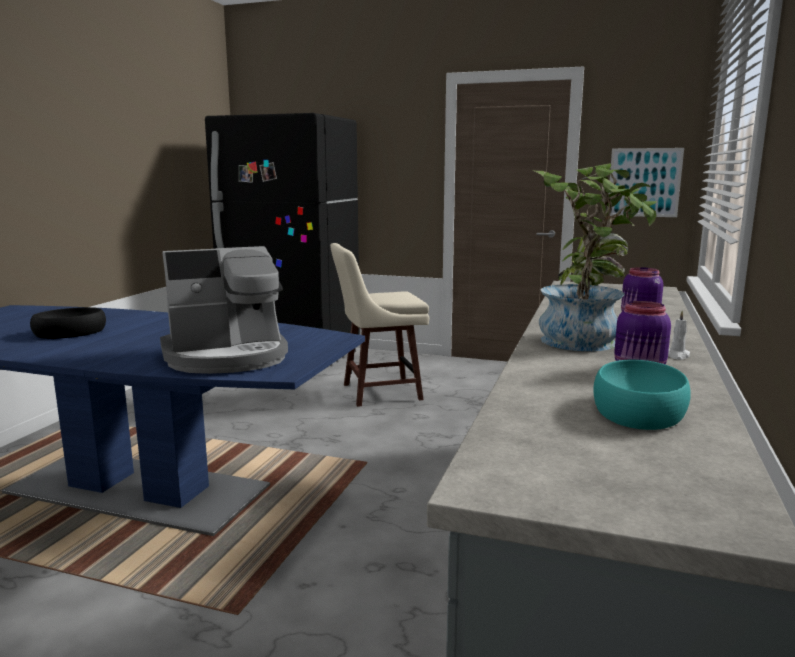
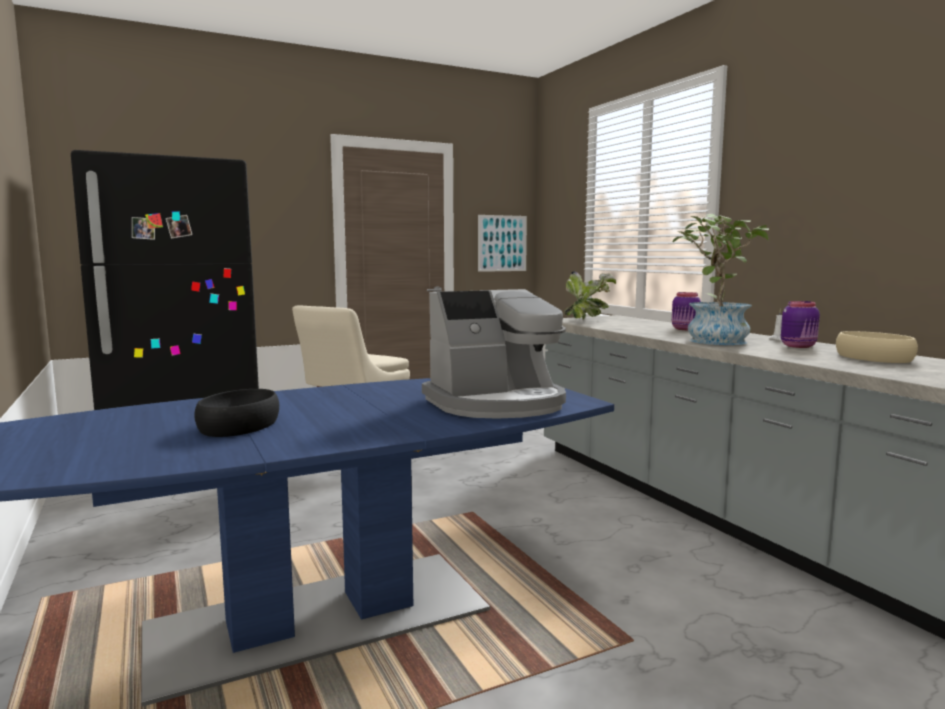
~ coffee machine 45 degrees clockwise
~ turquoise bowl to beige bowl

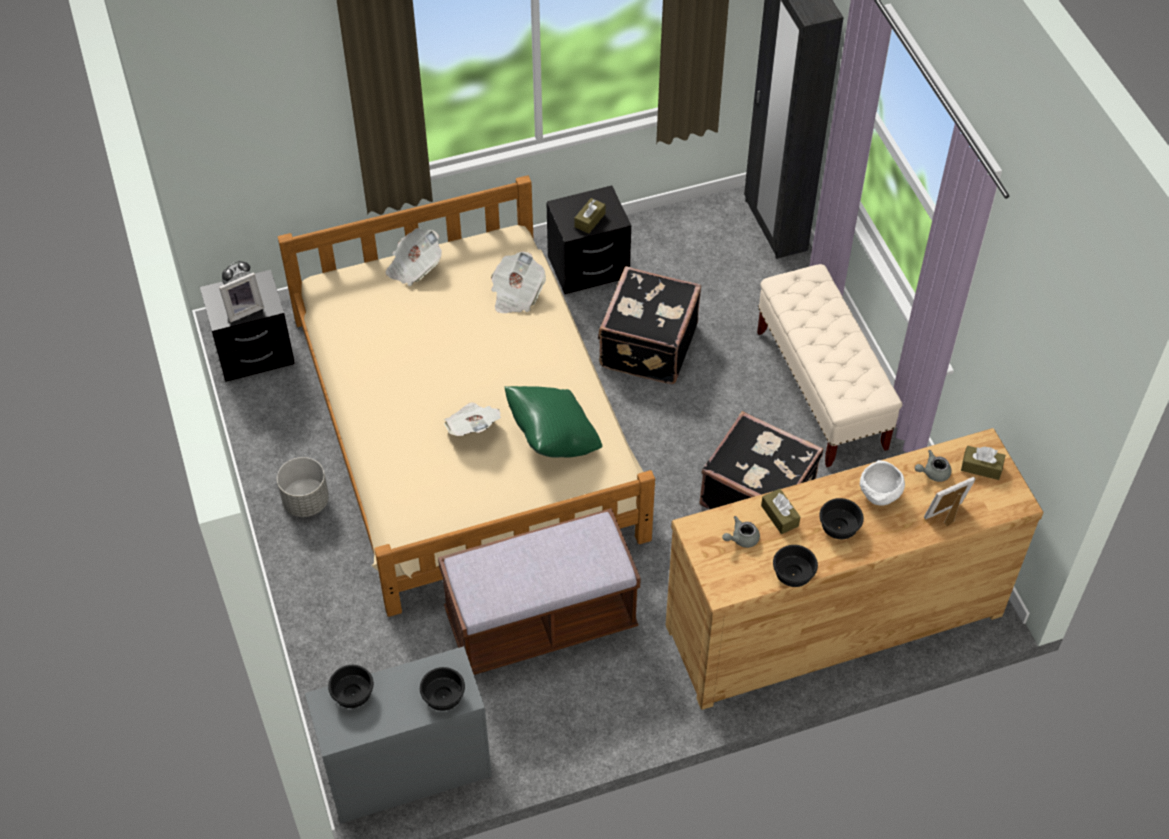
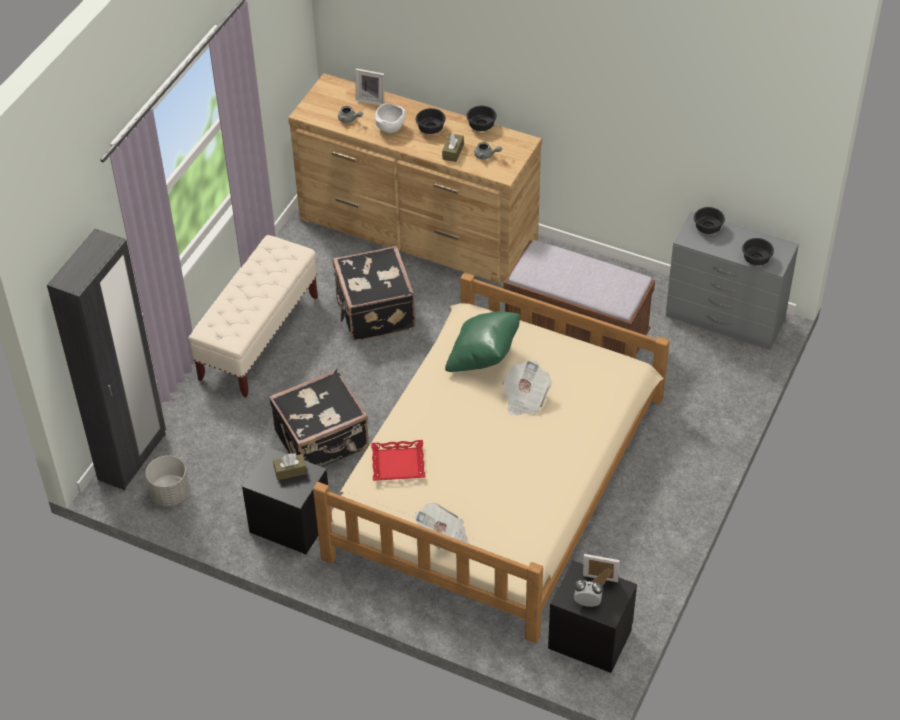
~ grey planter
~ newspaper (3rd from left) to red tray
- brown tissue box (3rd from left)

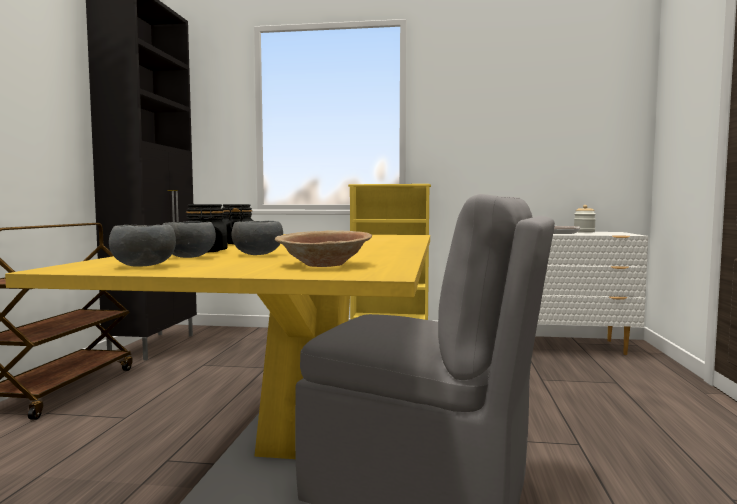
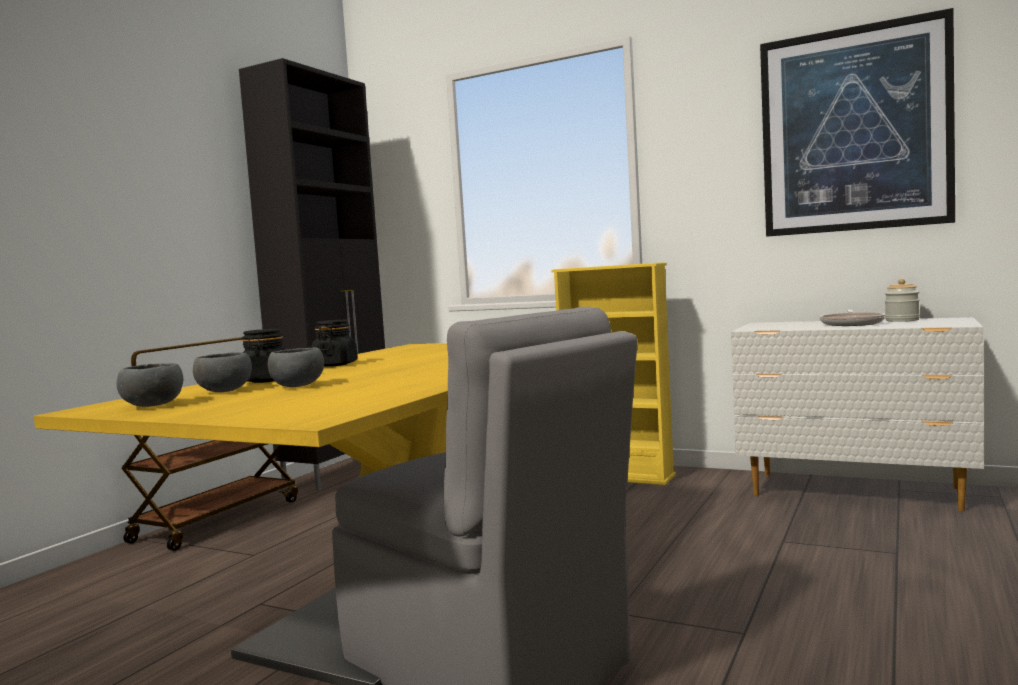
- brown bowl
+ picture

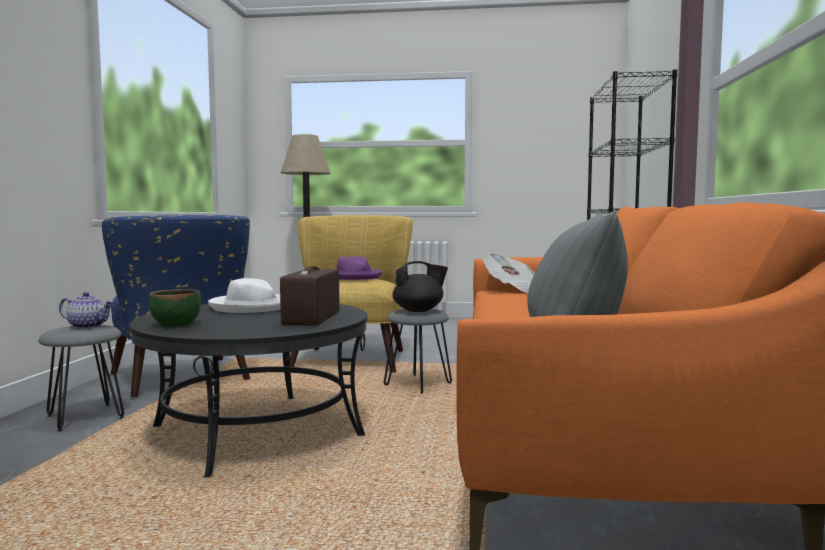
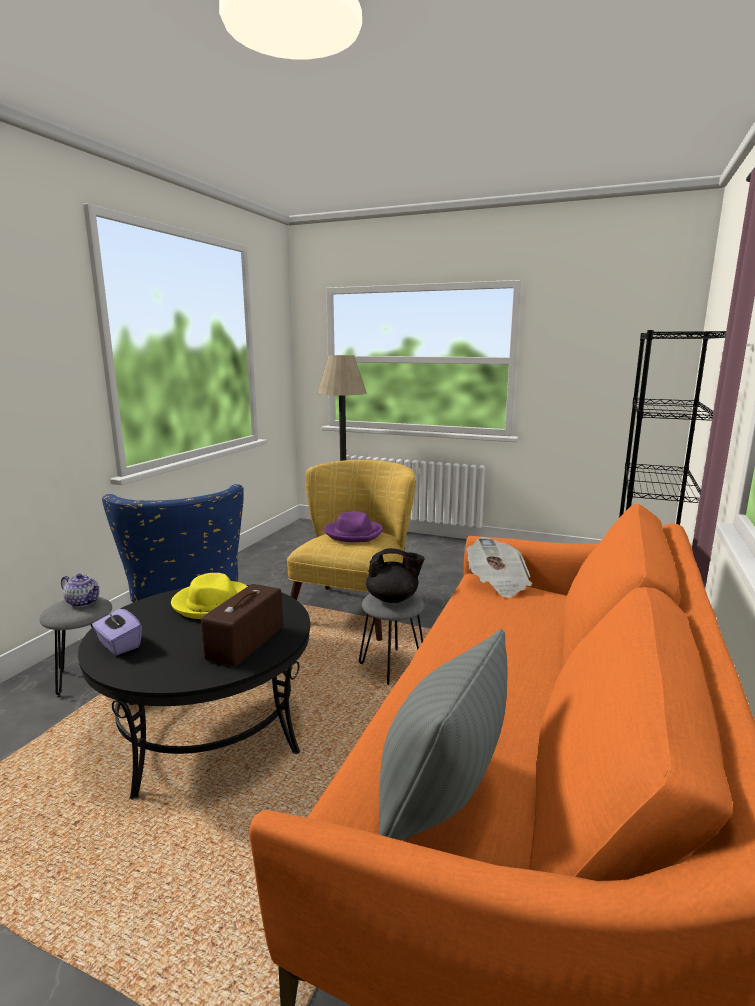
~ green bowl to purple tissue box
~ white hat to yellow hat

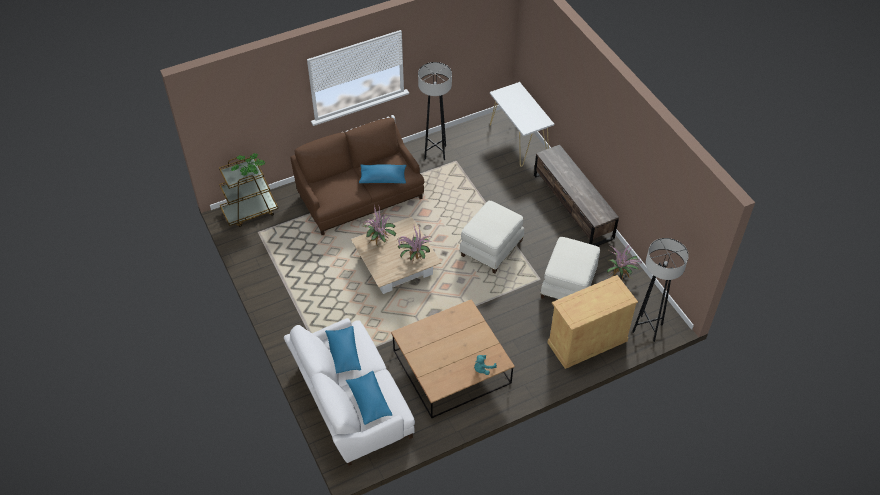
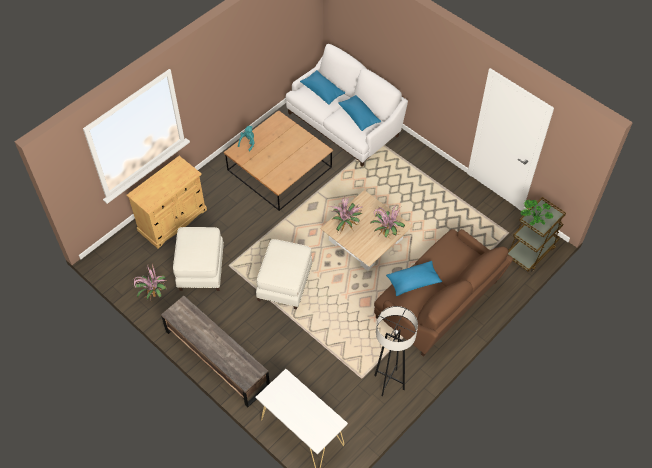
- grey floor lamp (2nd from left)

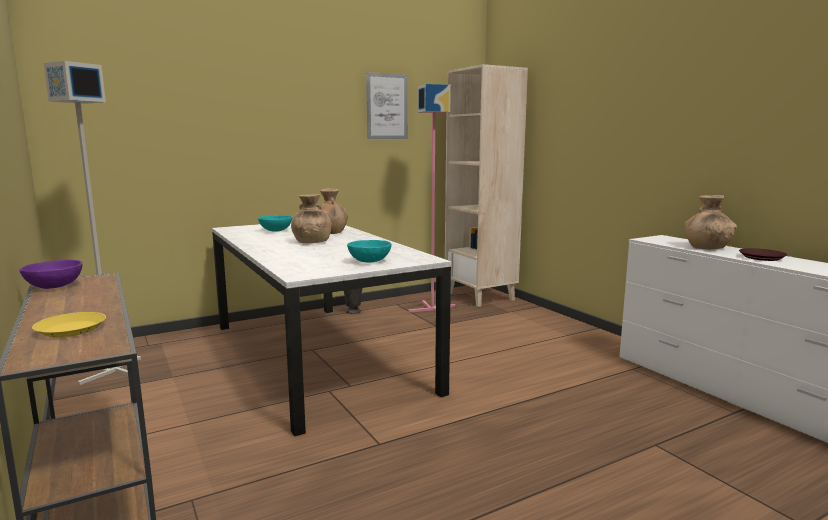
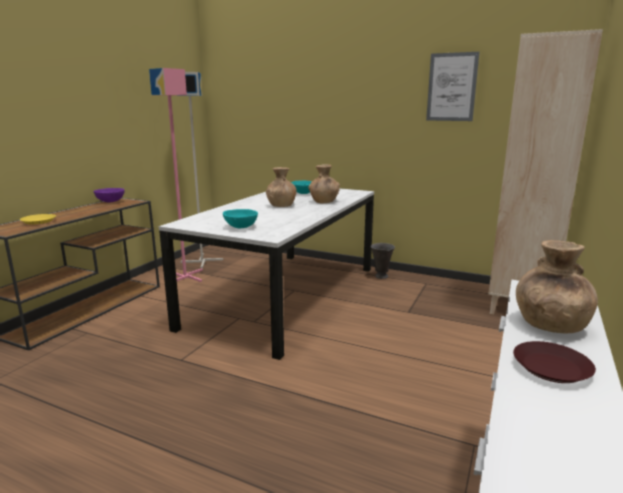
~ pink floor lamp

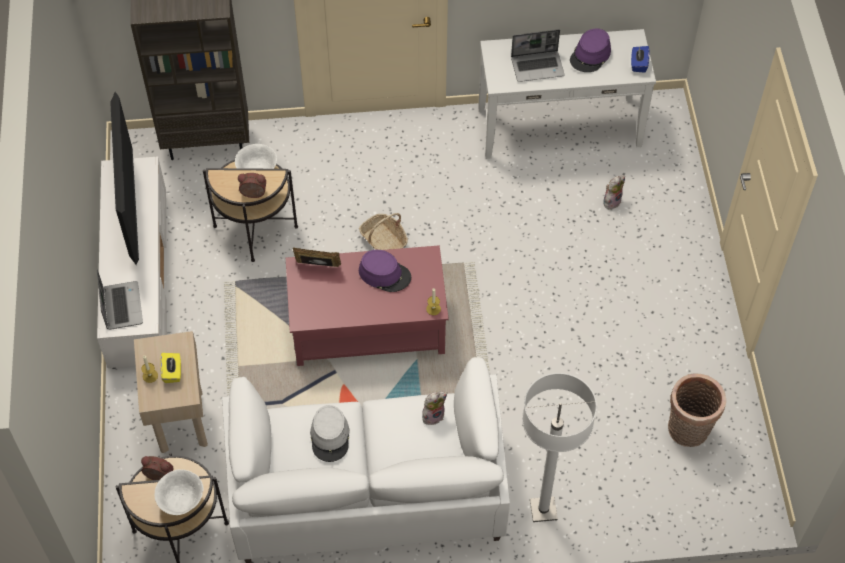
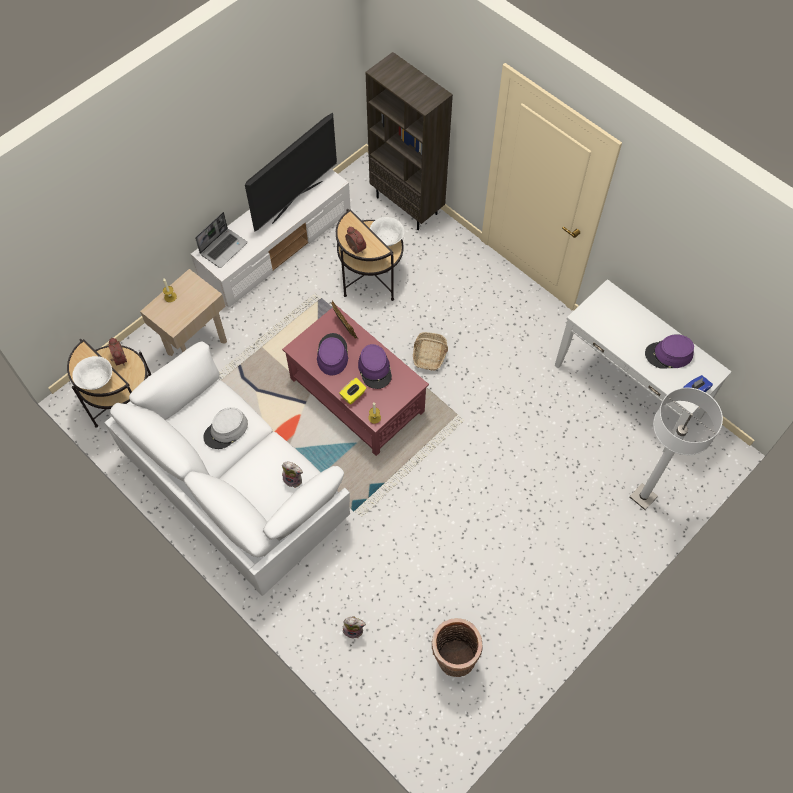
~ yellow tissue box
- laptop (2nd from left)
~ white floor lamp
~ plush toy (2nd from left)
+ purple hat (1st from left)

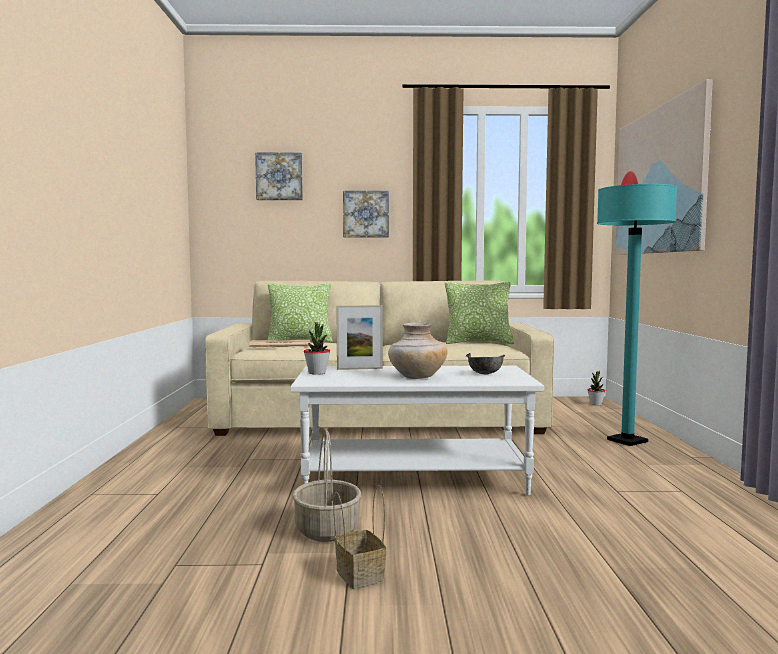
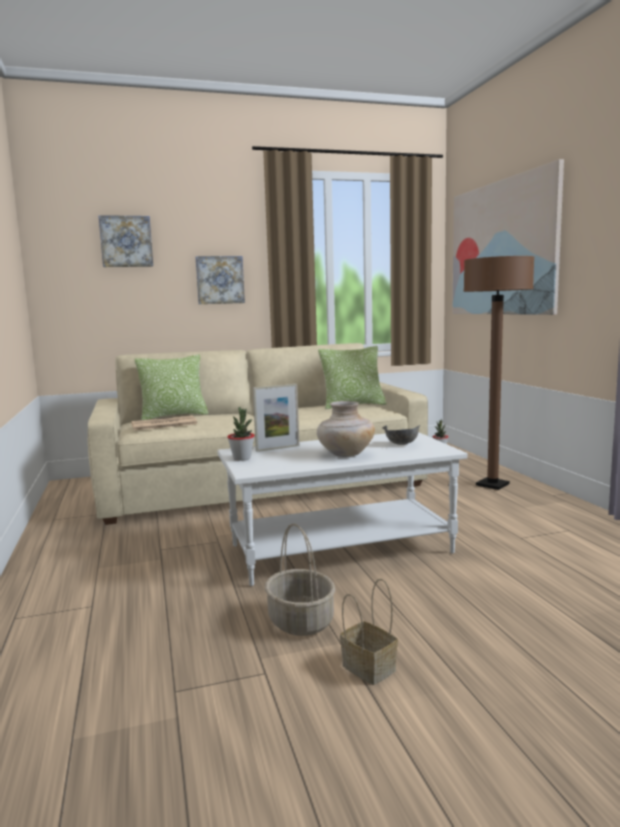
~ turquoise floor lamp to brown floor lamp

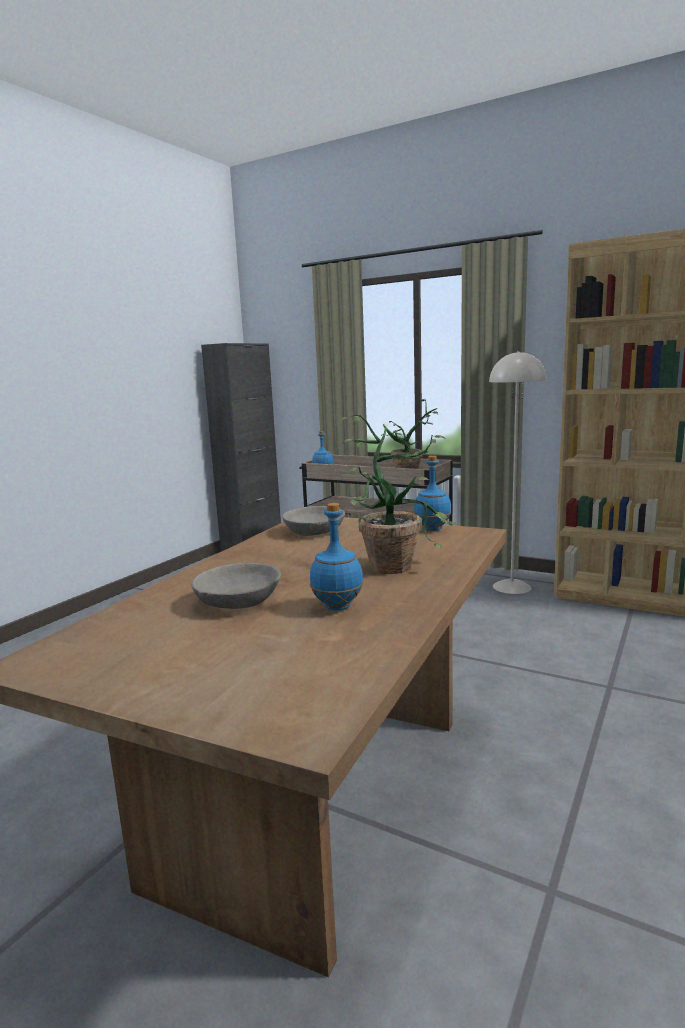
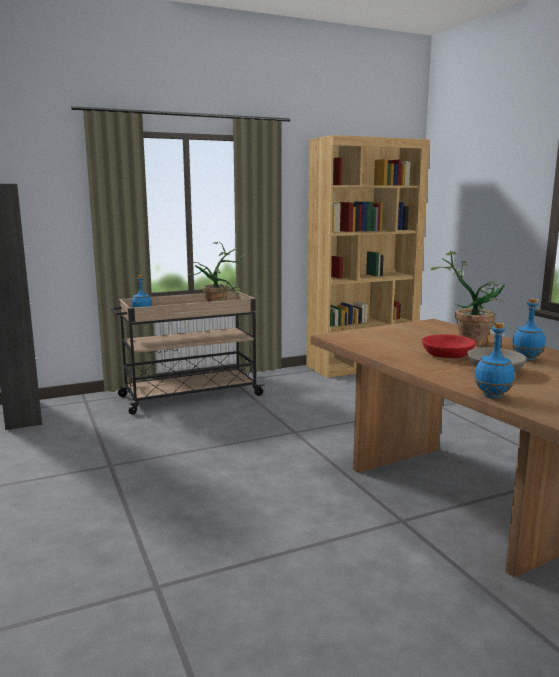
- grey bowl (2nd from left)
~ blue bottle (3rd from left in the first image) to blue bottle (2nd from left)
- beige floor lamp
+ red bowl

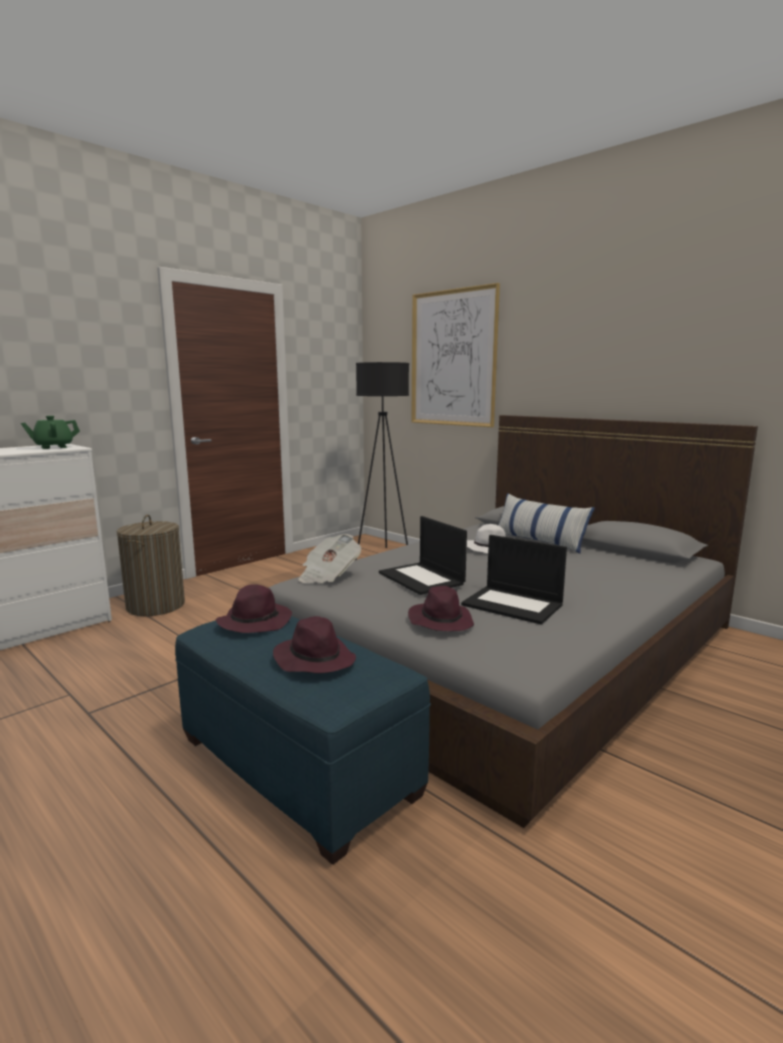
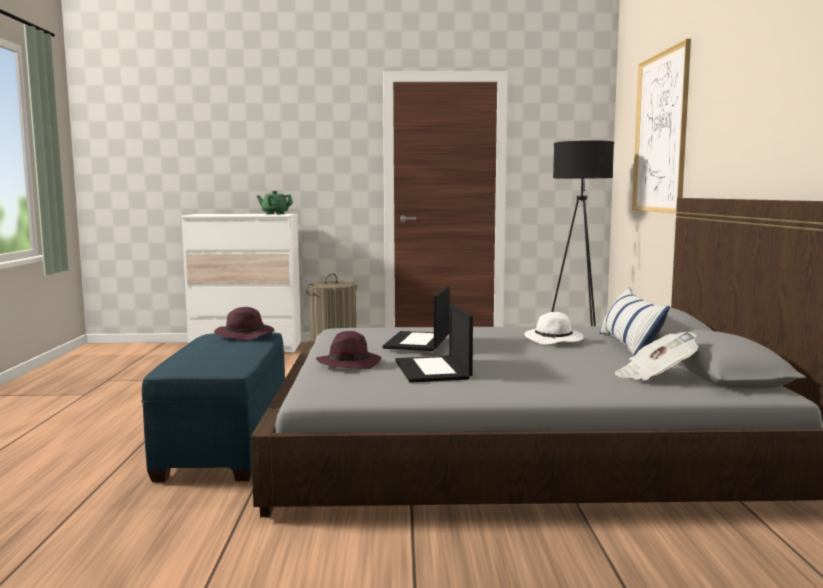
- purple hat (2nd from left)
~ newspaper

